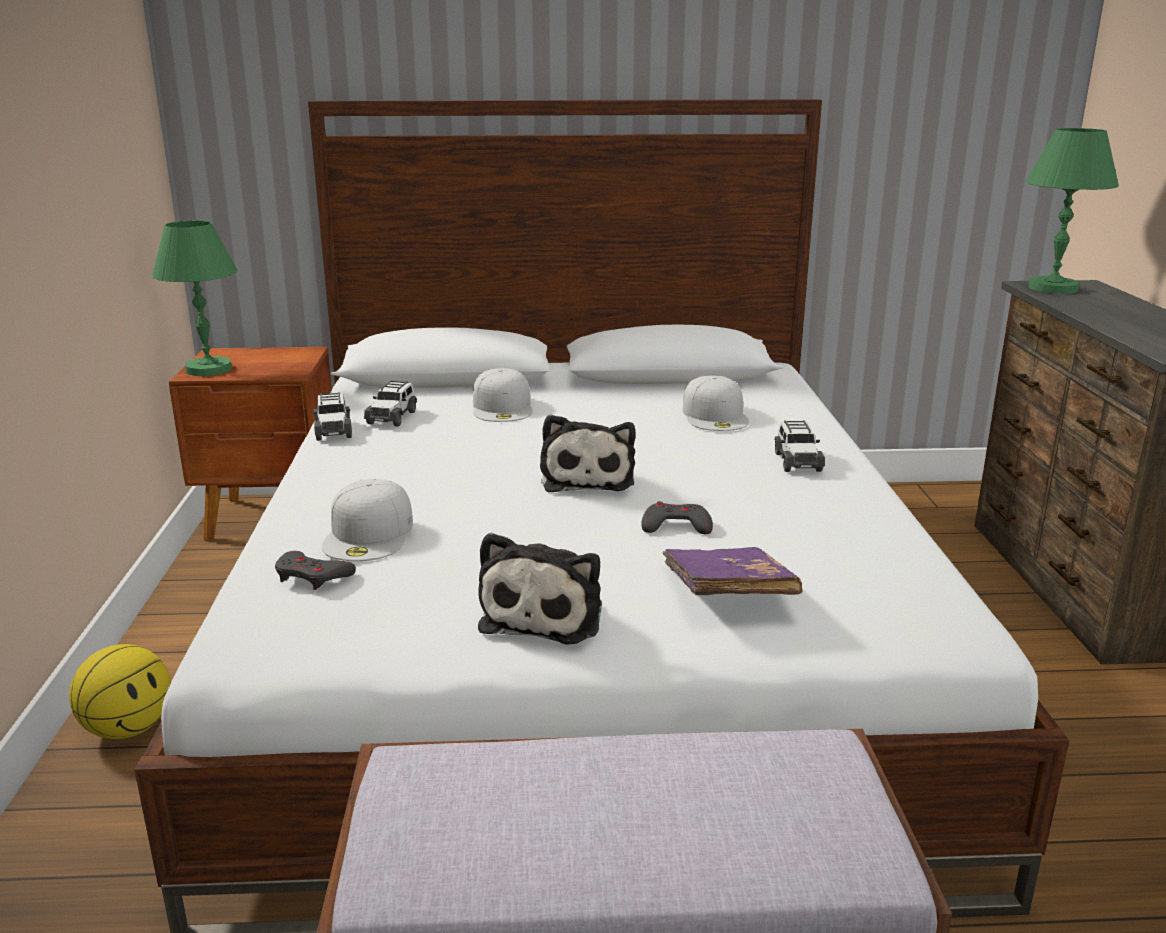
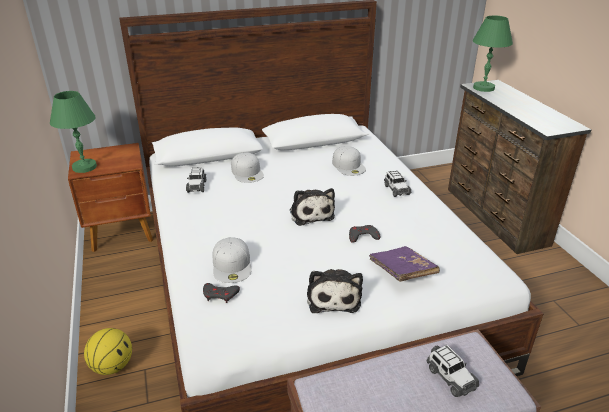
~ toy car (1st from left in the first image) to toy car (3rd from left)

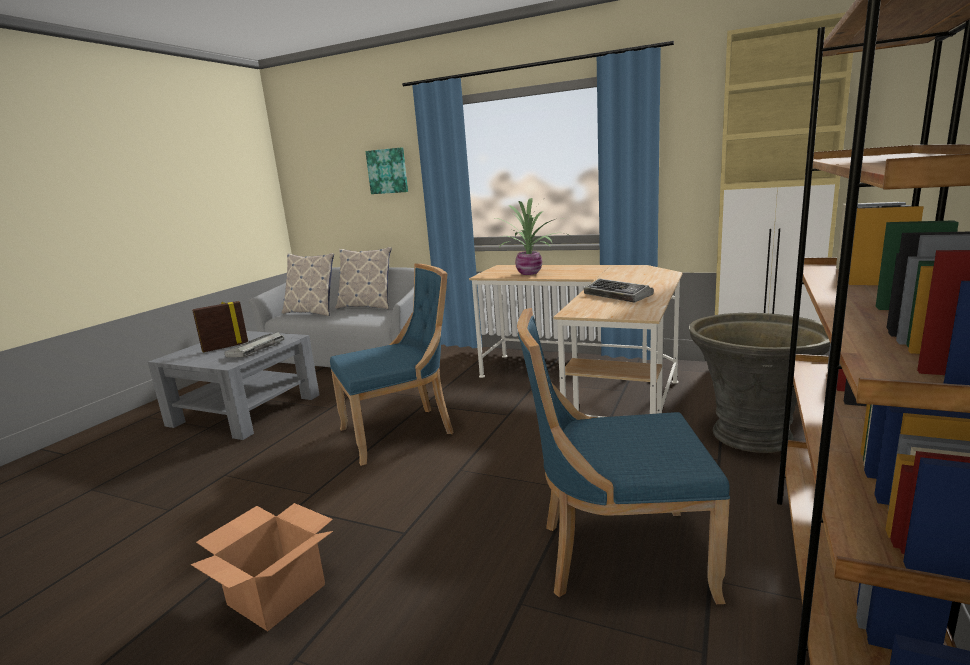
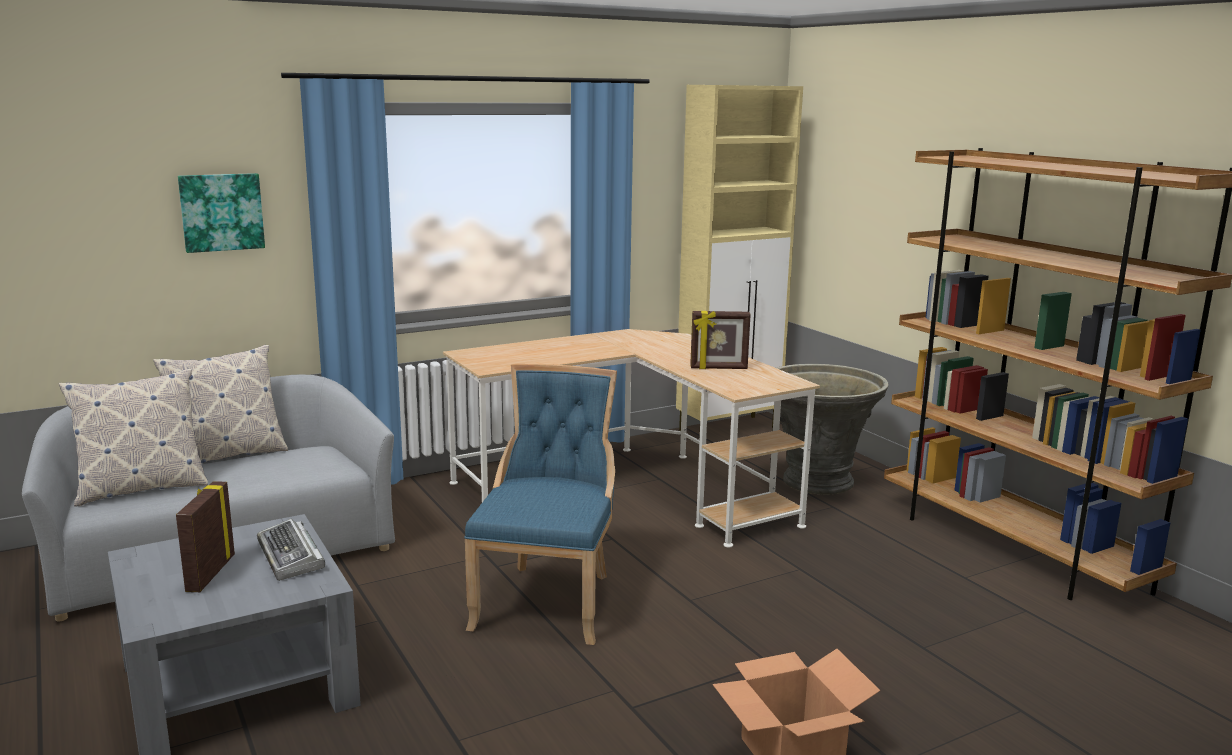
- potted plant
- blue chair (2nd from left)
~ keyboard (2nd from left) to picture frame (2nd from left)

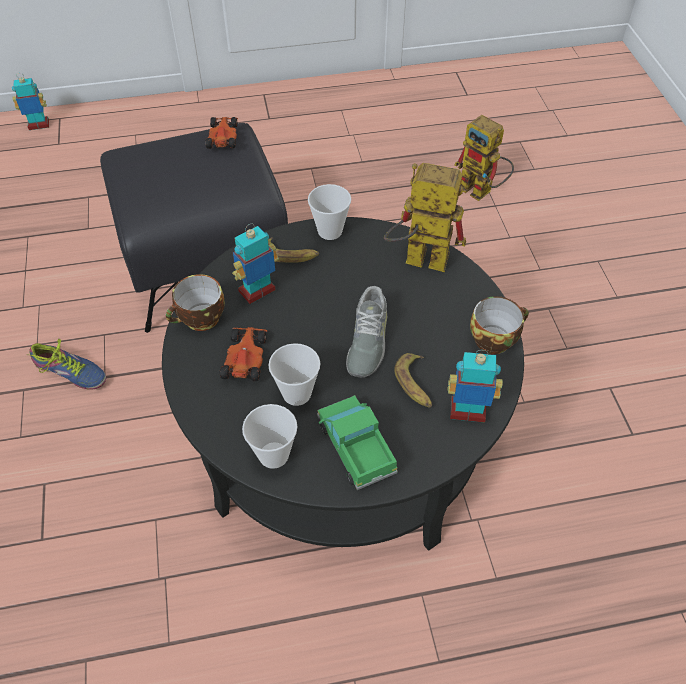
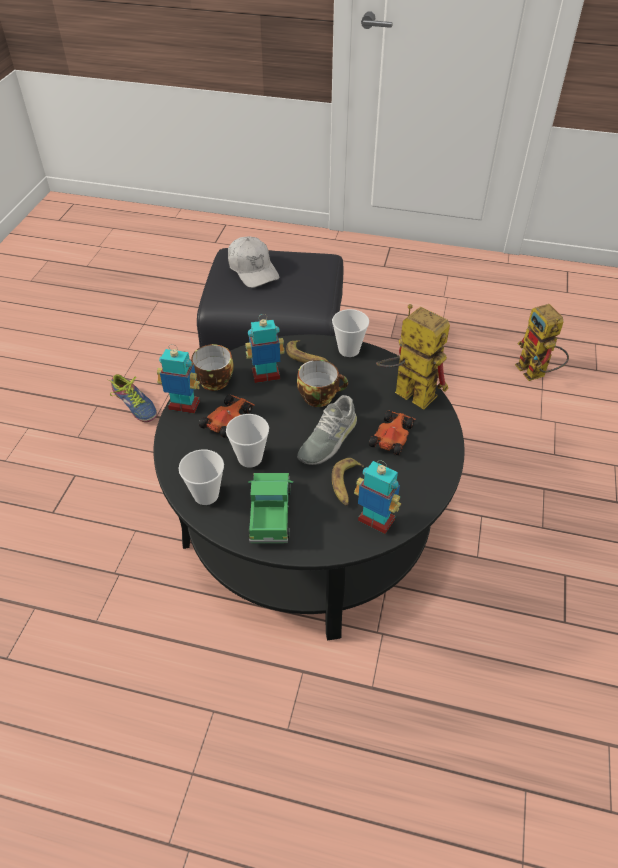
~ toy robot (1st from left)
~ toy car (1st from left in the first image) to toy car (2nd from left)
~ cup (5th from left in the first image) to cup (4th from left)
+ white cap

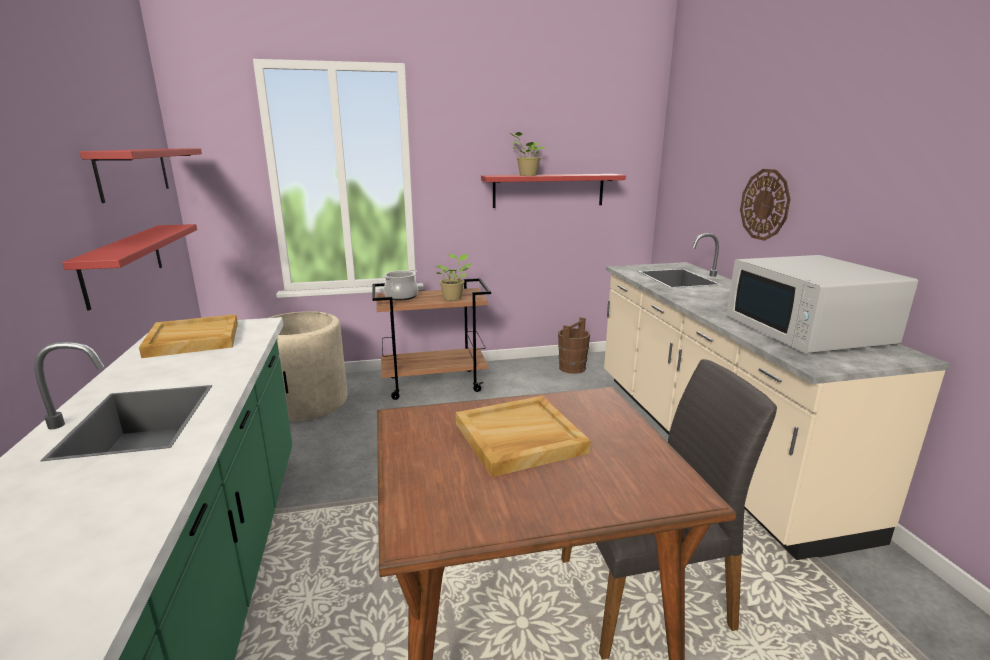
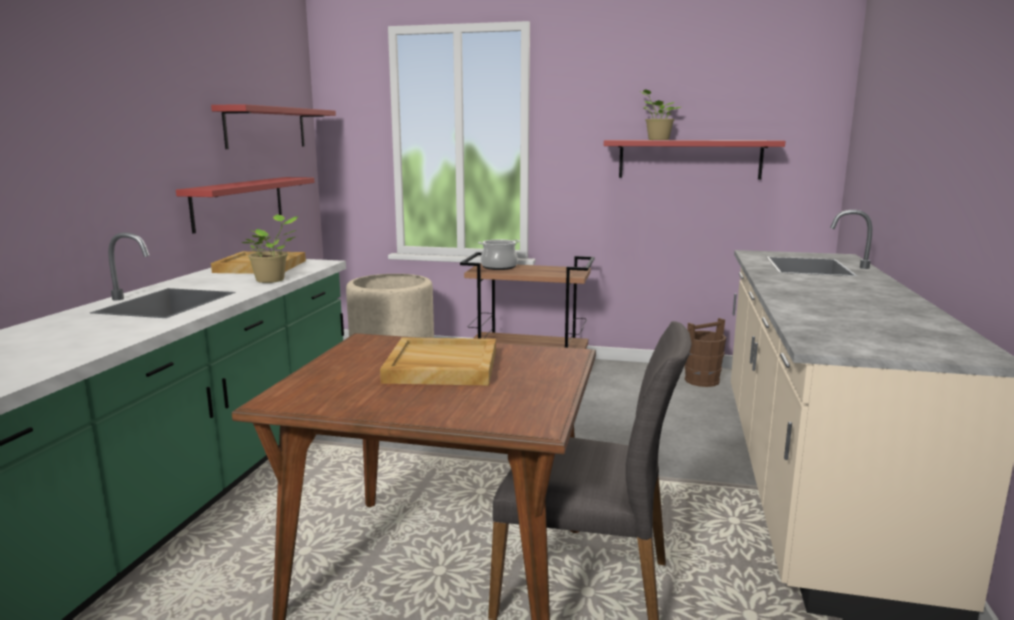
~ potted plant (1st from left)
- white microwave
- wall clock

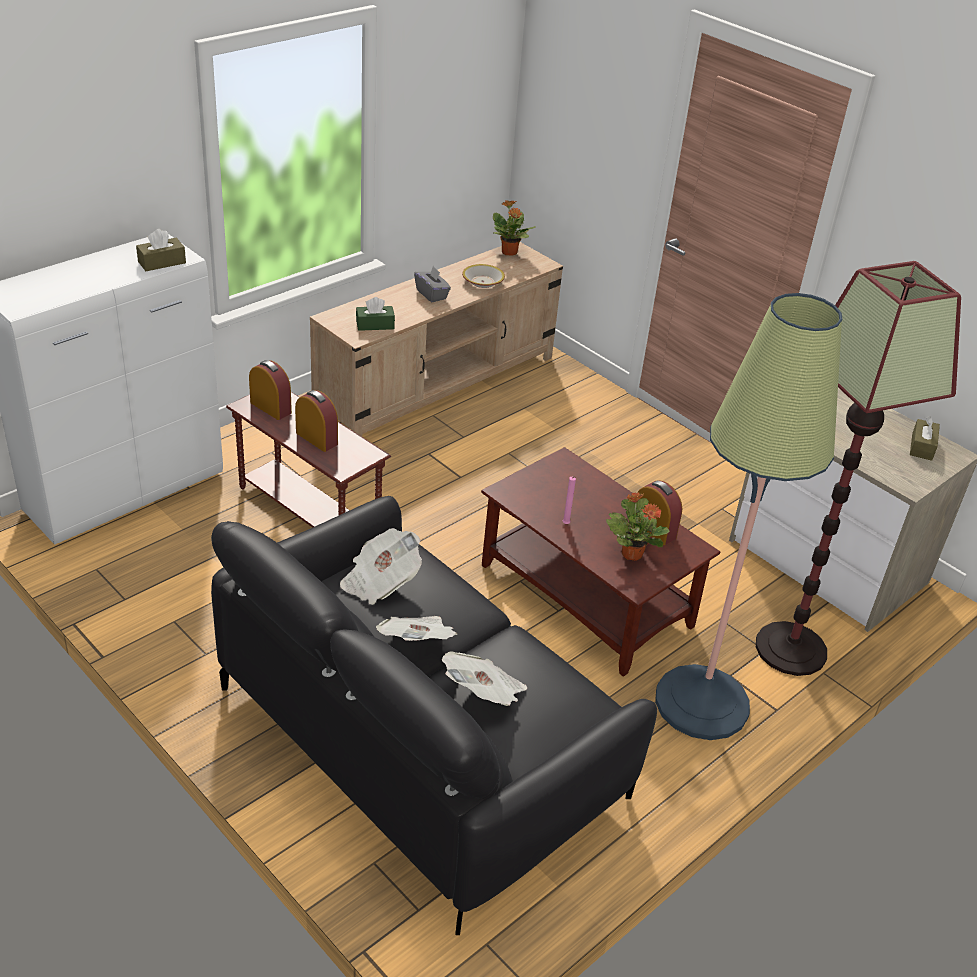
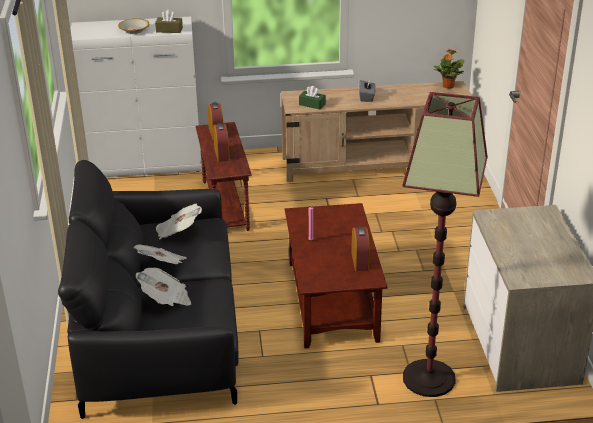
~ bowl
- potted plant (2nd from left)
- floor lamp (1st from left)
- brown tissue box (2nd from left)

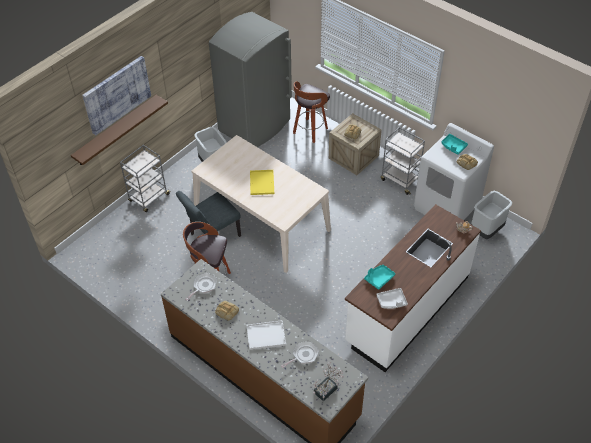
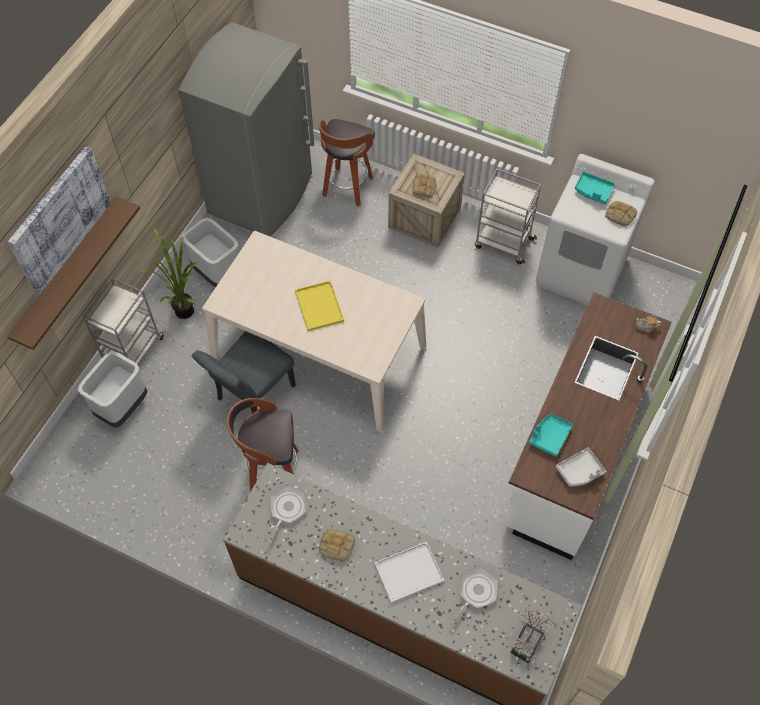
~ grey trash can (2nd from left in the first image) to grey trash can (1st from left)
+ potted plant (1st from left)

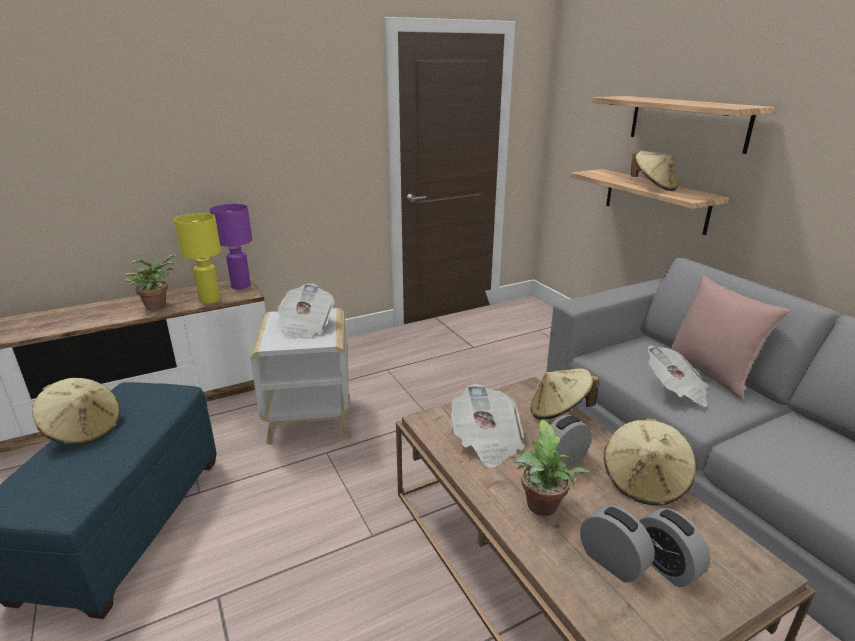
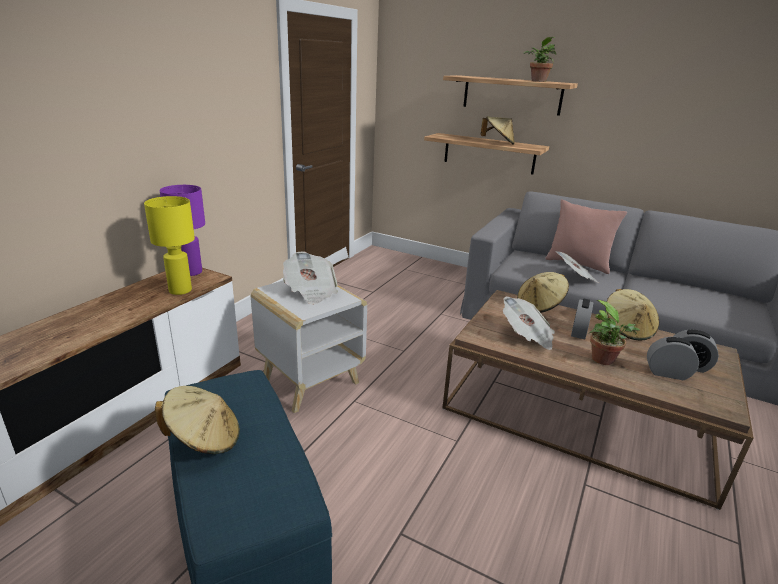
~ potted plant (1st from left)

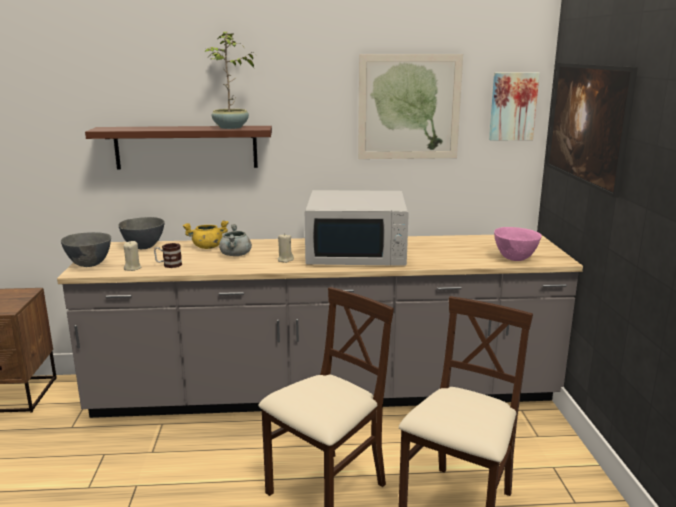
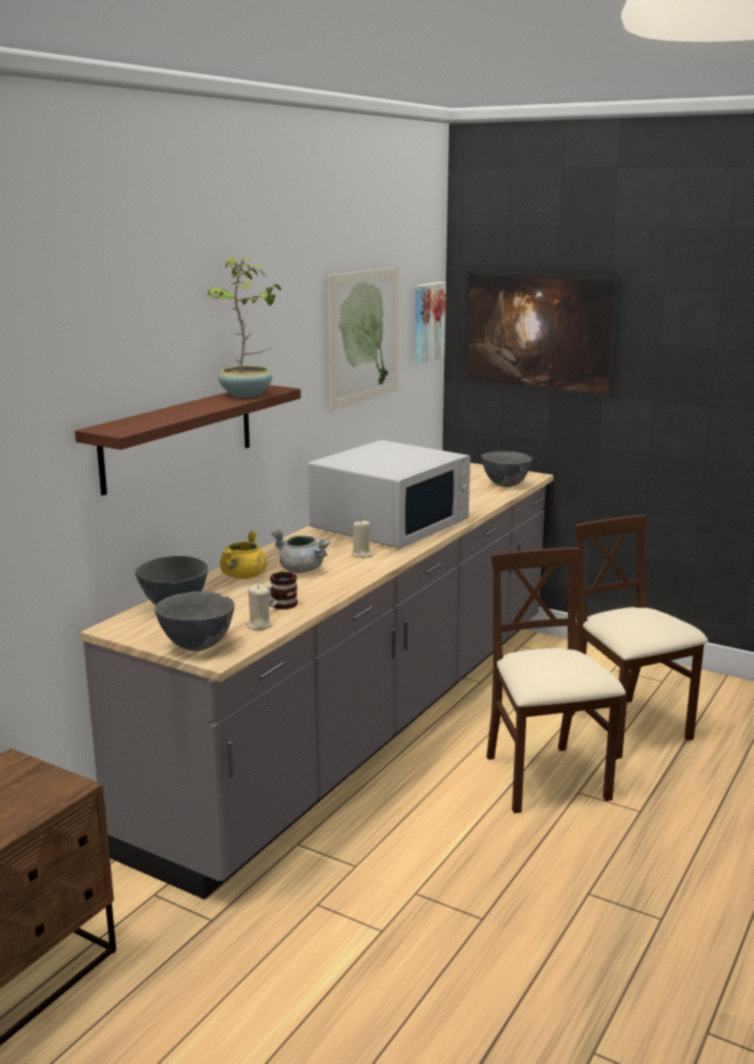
~ pink bowl to grey bowl (3rd from left)

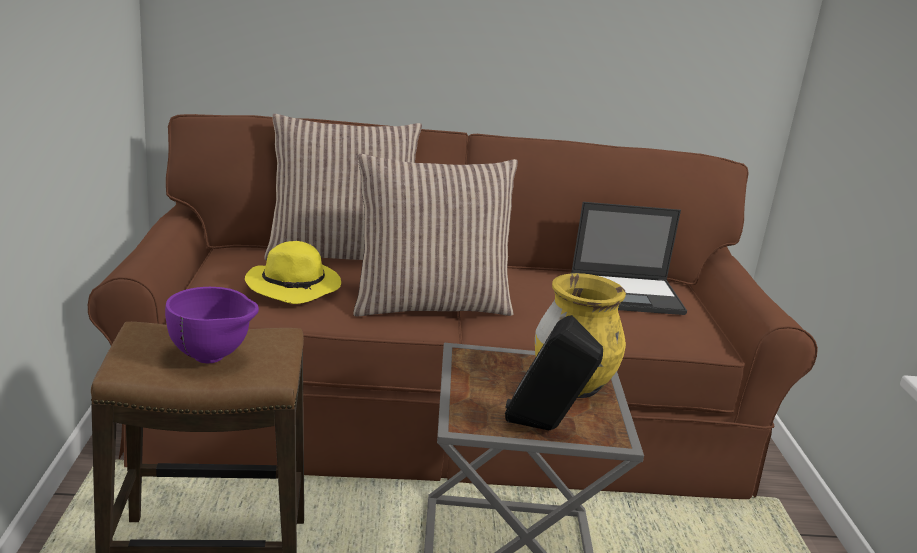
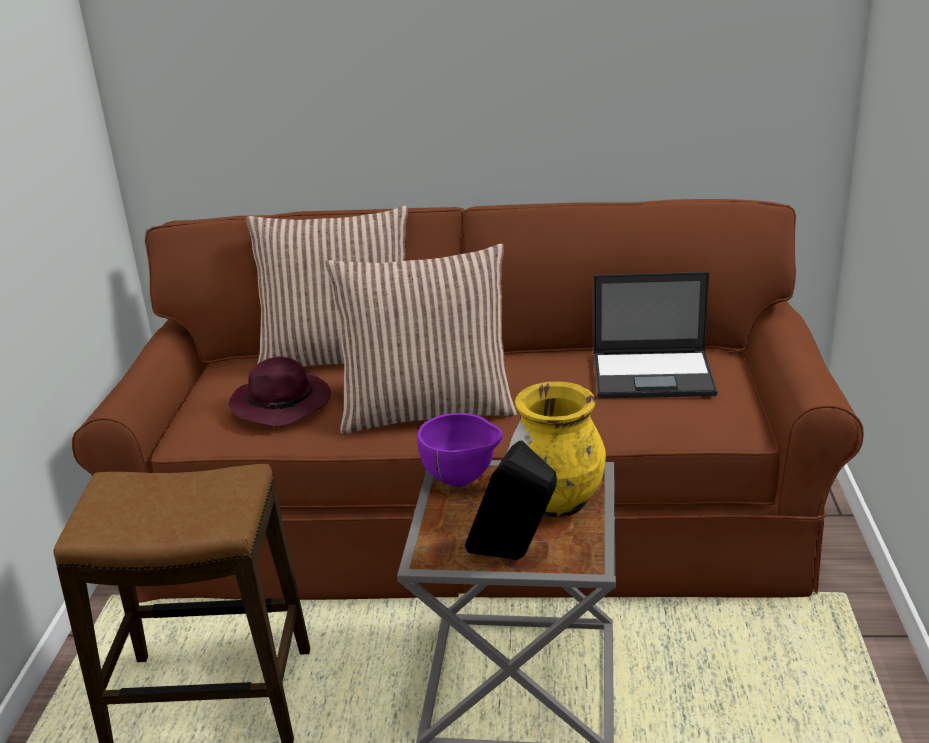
~ purple bowl
~ yellow hat to purple hat

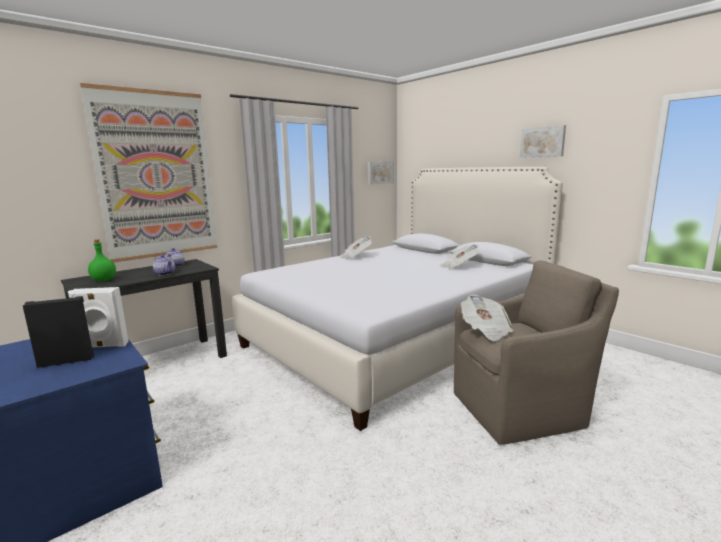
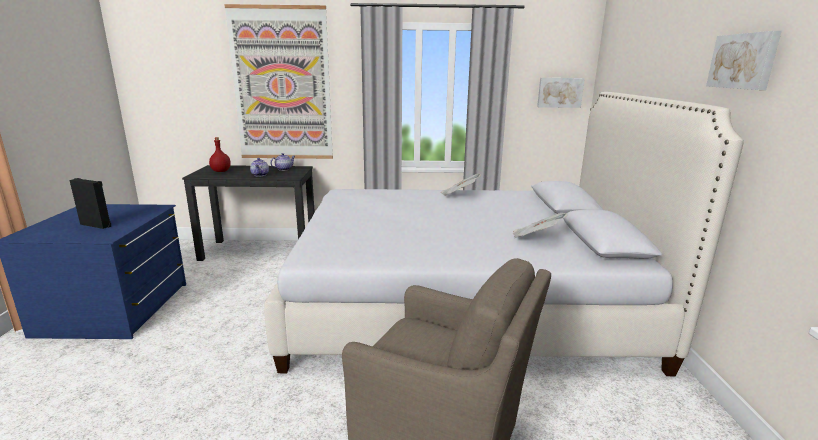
- white speaker
~ green bottle to red bottle
- newspaper (3rd from left)

